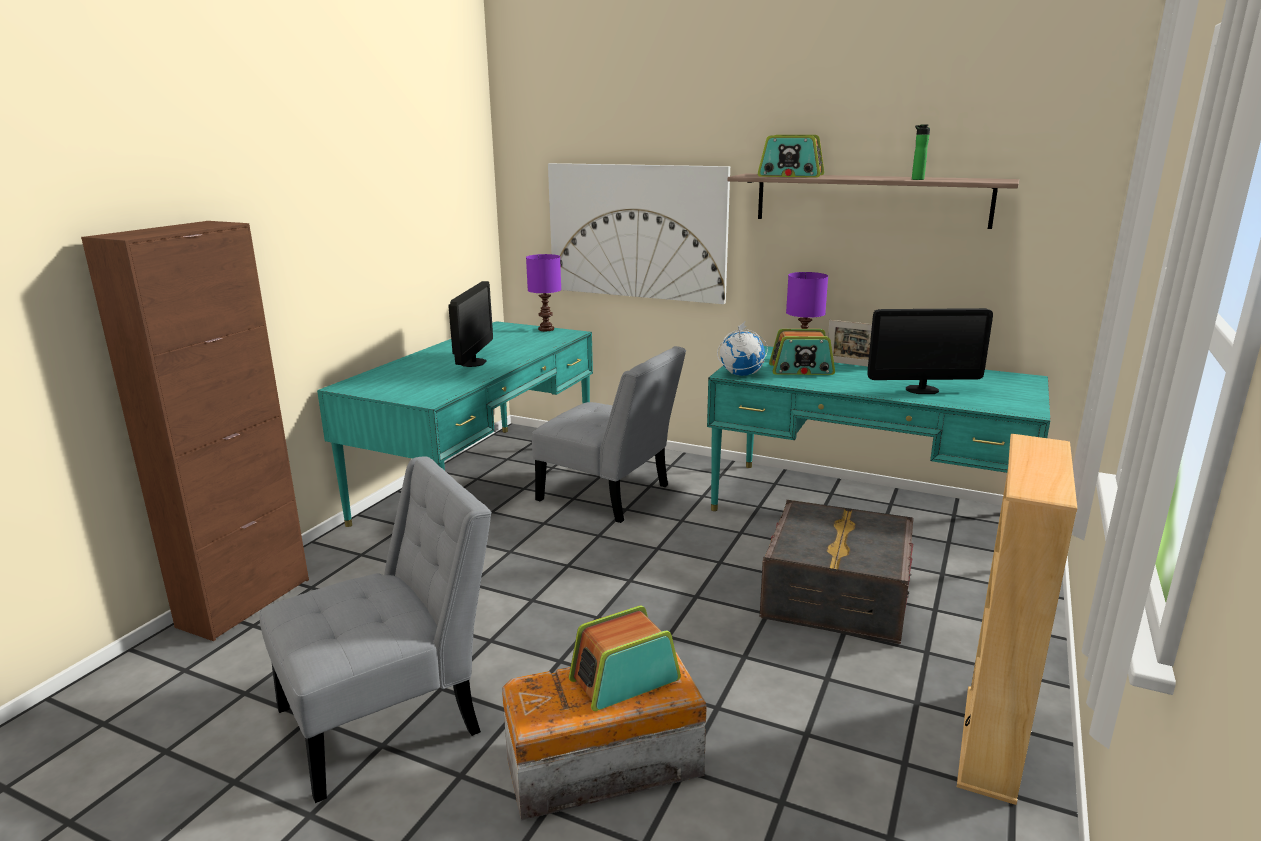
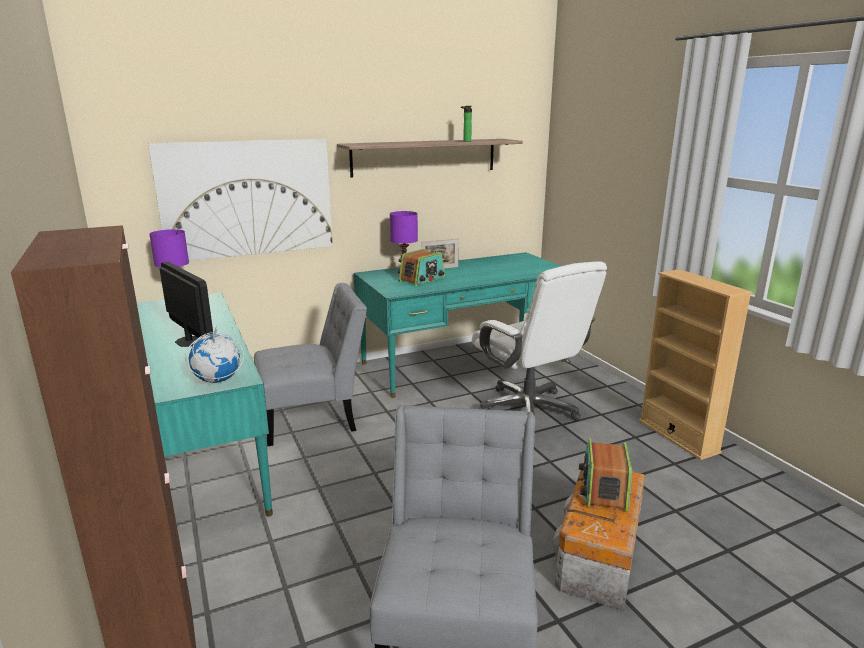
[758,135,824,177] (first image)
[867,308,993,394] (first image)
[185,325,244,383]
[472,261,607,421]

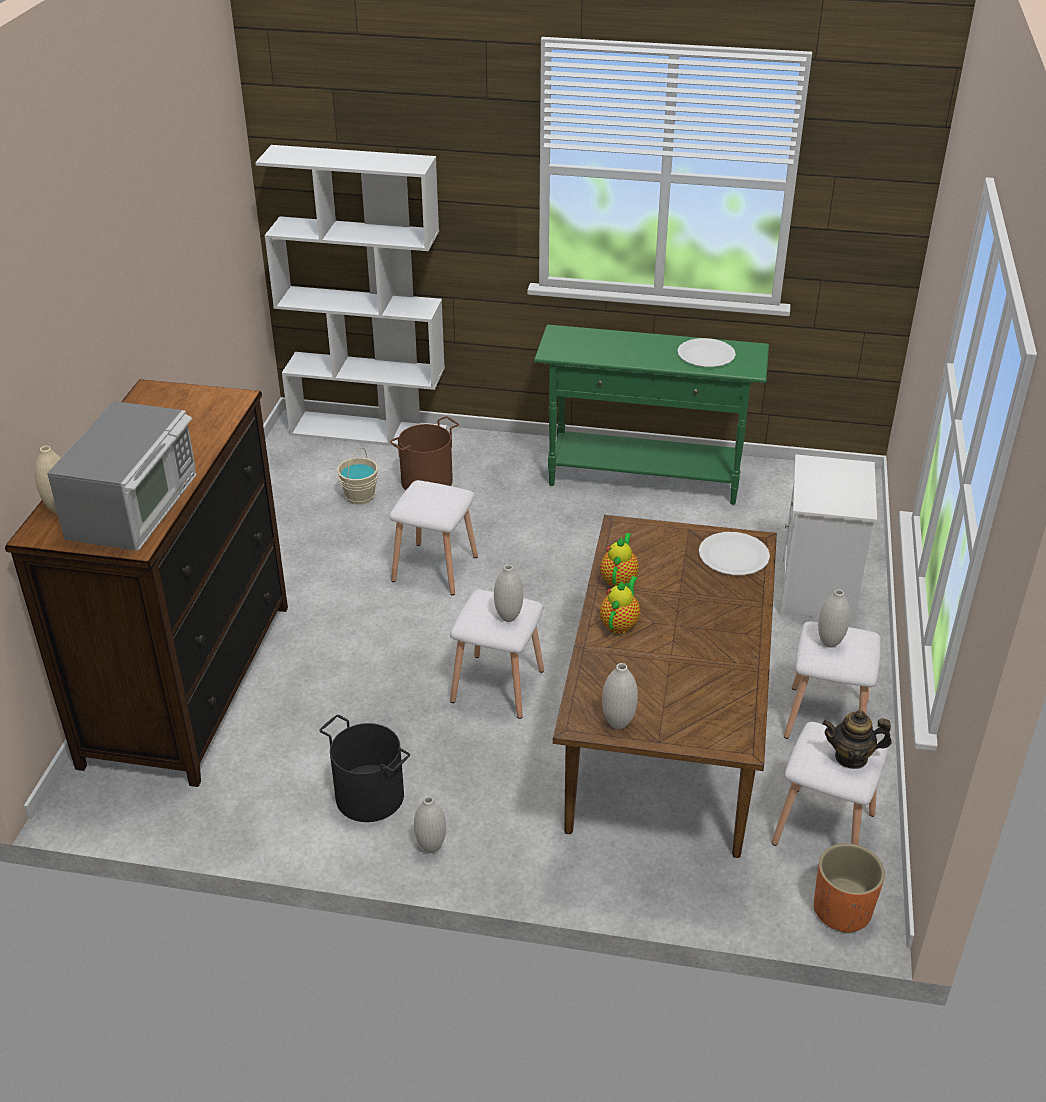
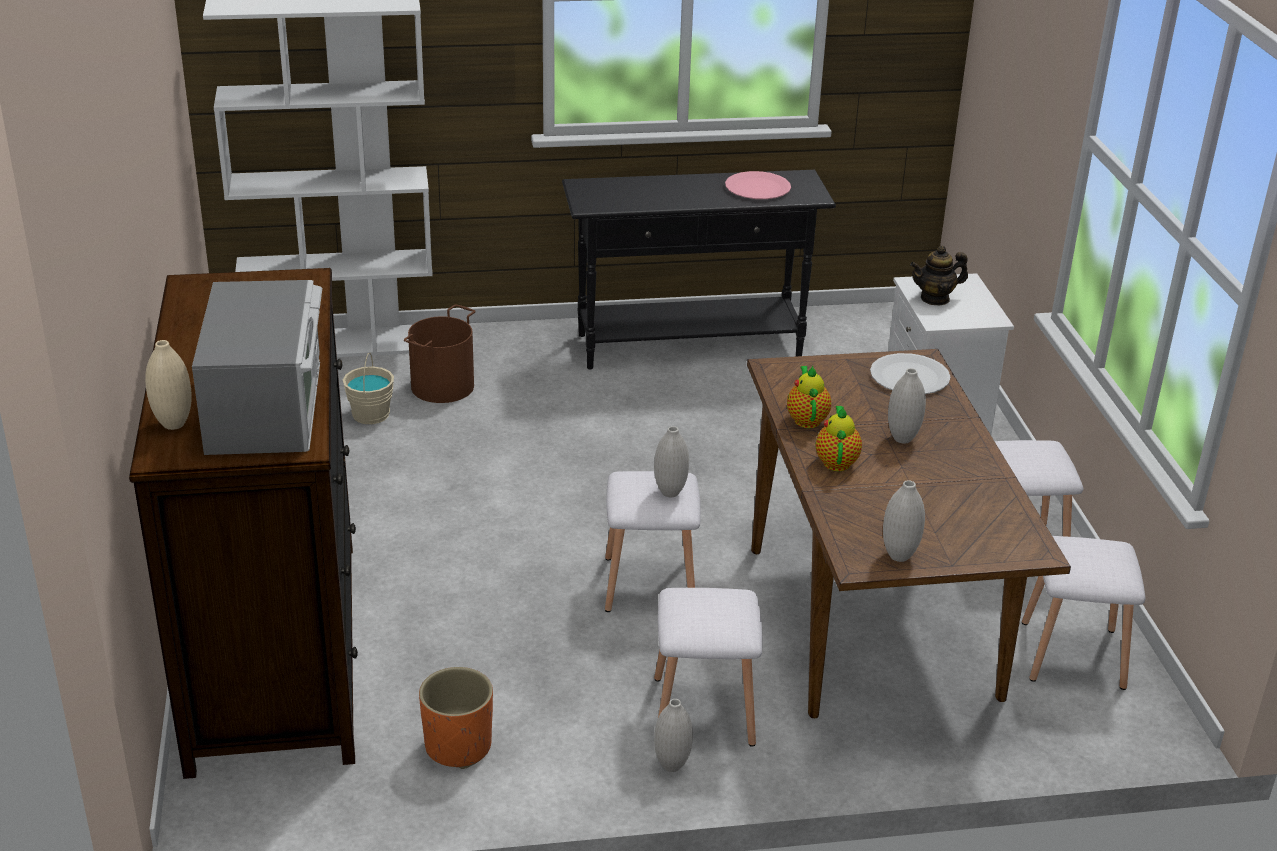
[319,715,410,822] (first image)
[654,588,762,747]
[419,667,493,769]
[888,368,926,444]
[910,245,968,305]
[562,170,836,369]
[725,171,791,199]

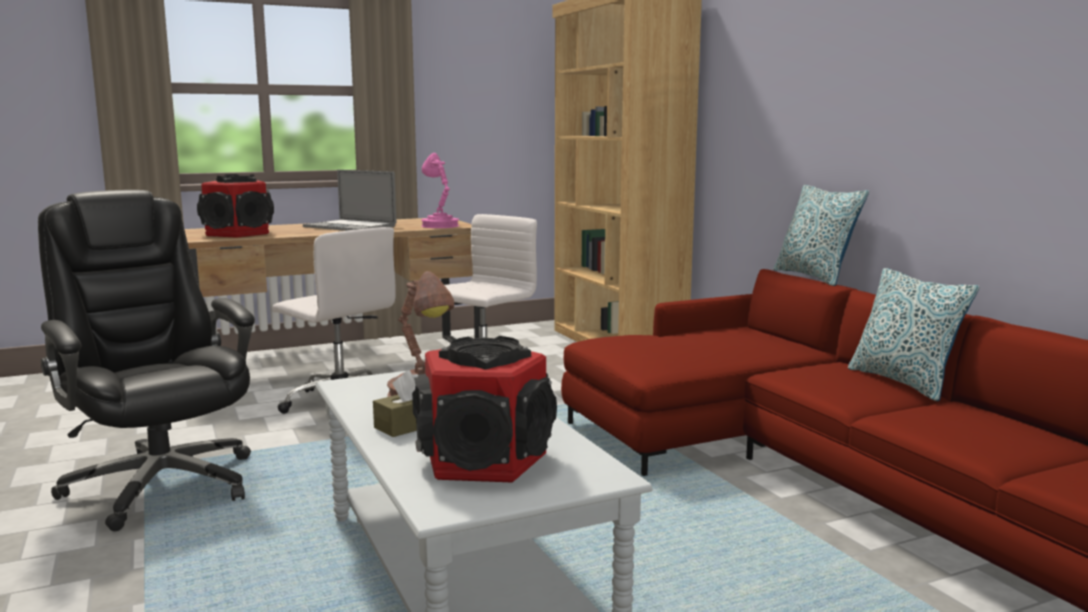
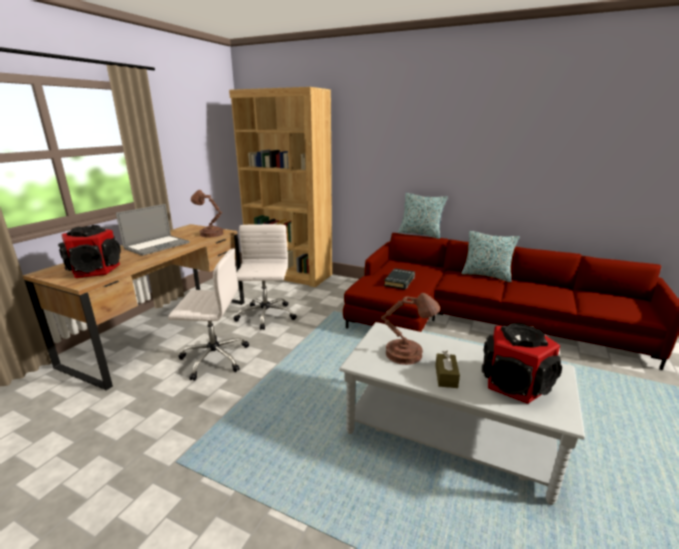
[38,190,255,531] (first image)
[384,268,415,290]
[191,190,224,237]
[116,204,190,256]

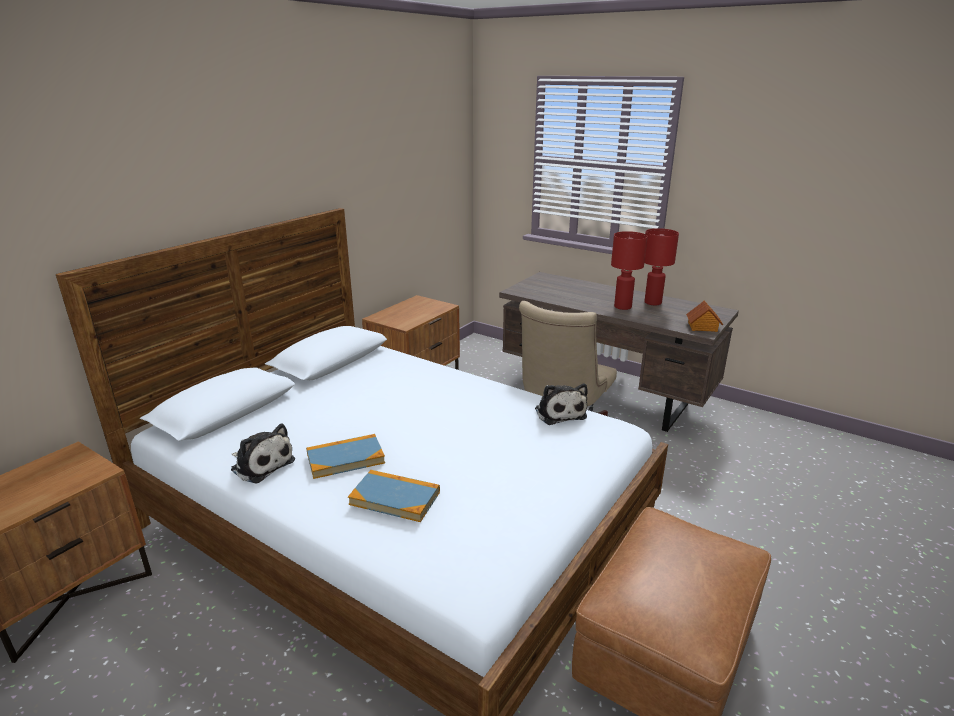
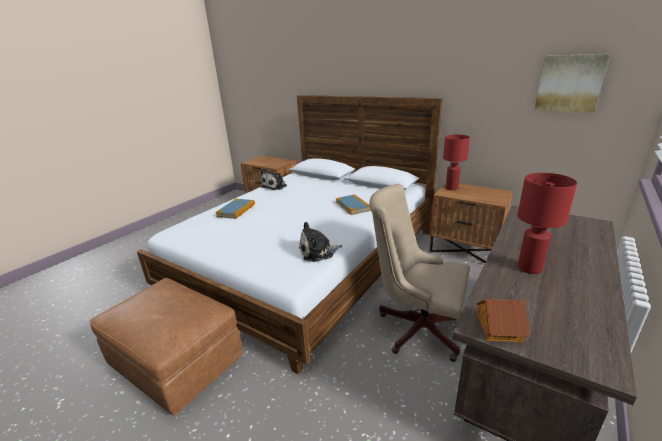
[534,54,609,112]
[336,194,371,215]
[443,134,470,190]

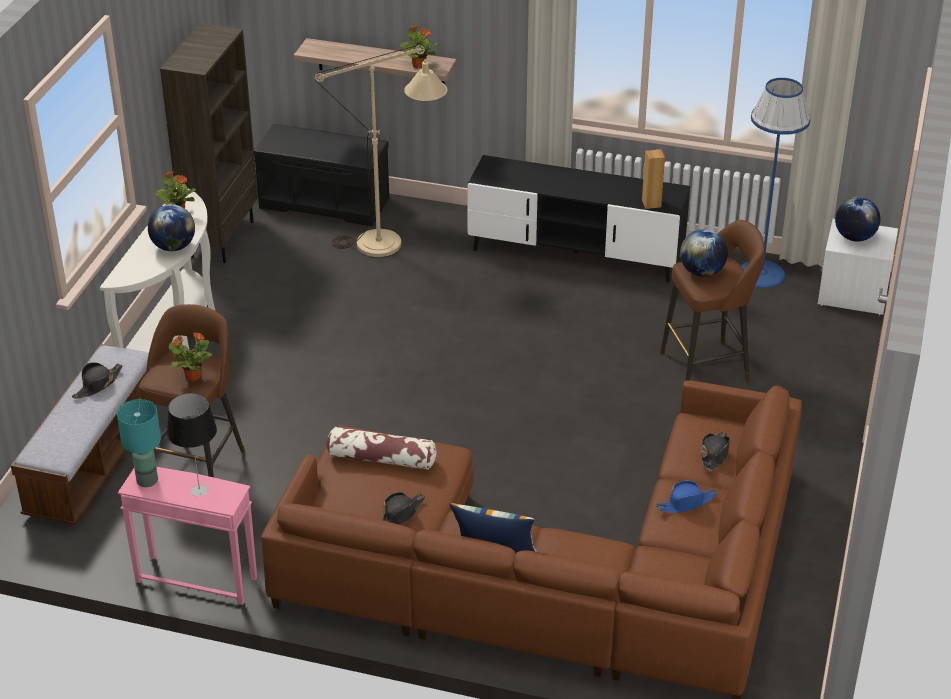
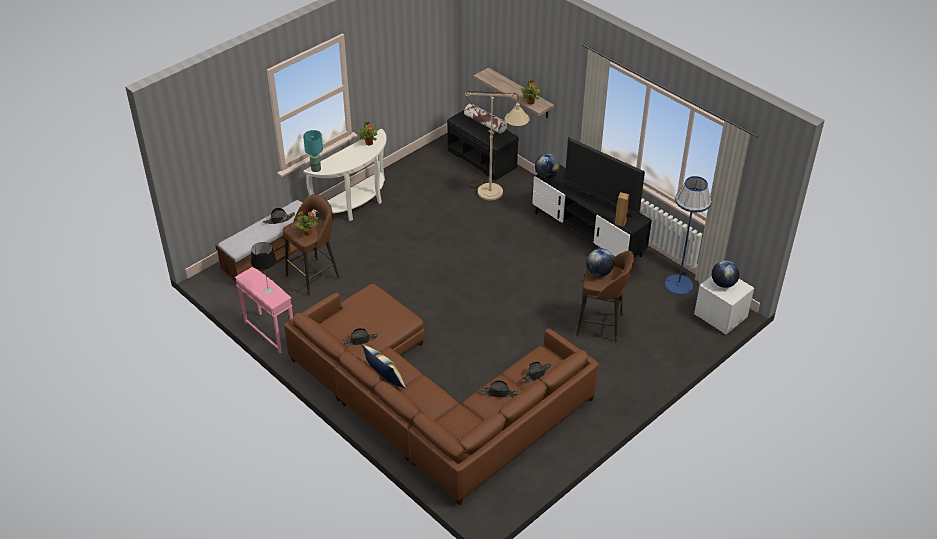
[160,23,258,263] (first image)
[565,137,645,214]
[303,130,323,172]
[535,154,560,179]
[464,103,507,134]
[480,380,518,397]

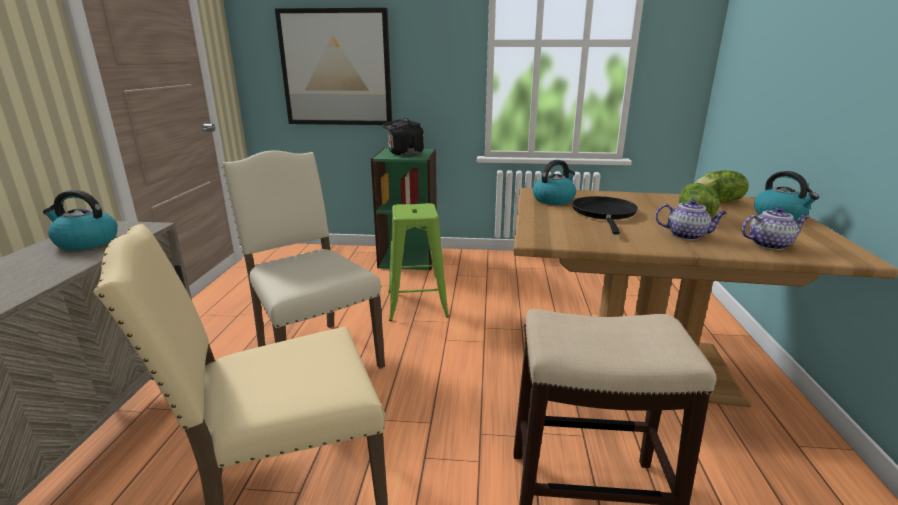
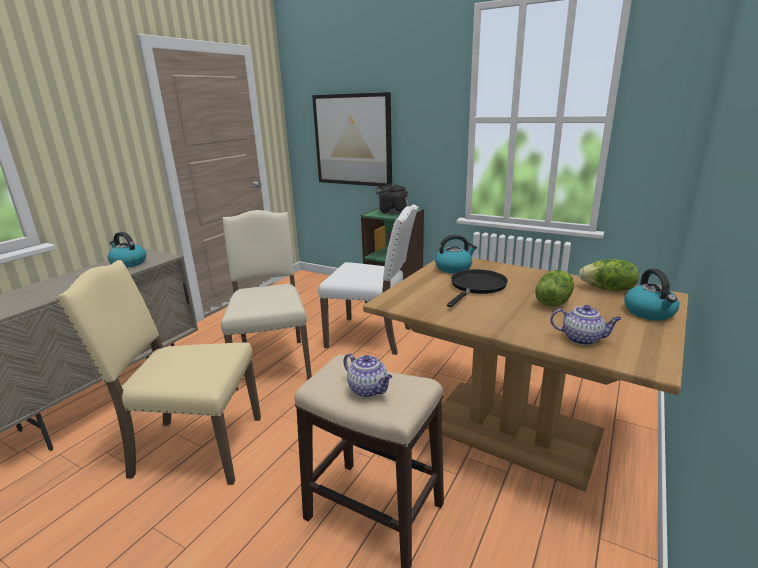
[343,353,392,397]
[318,205,418,355]

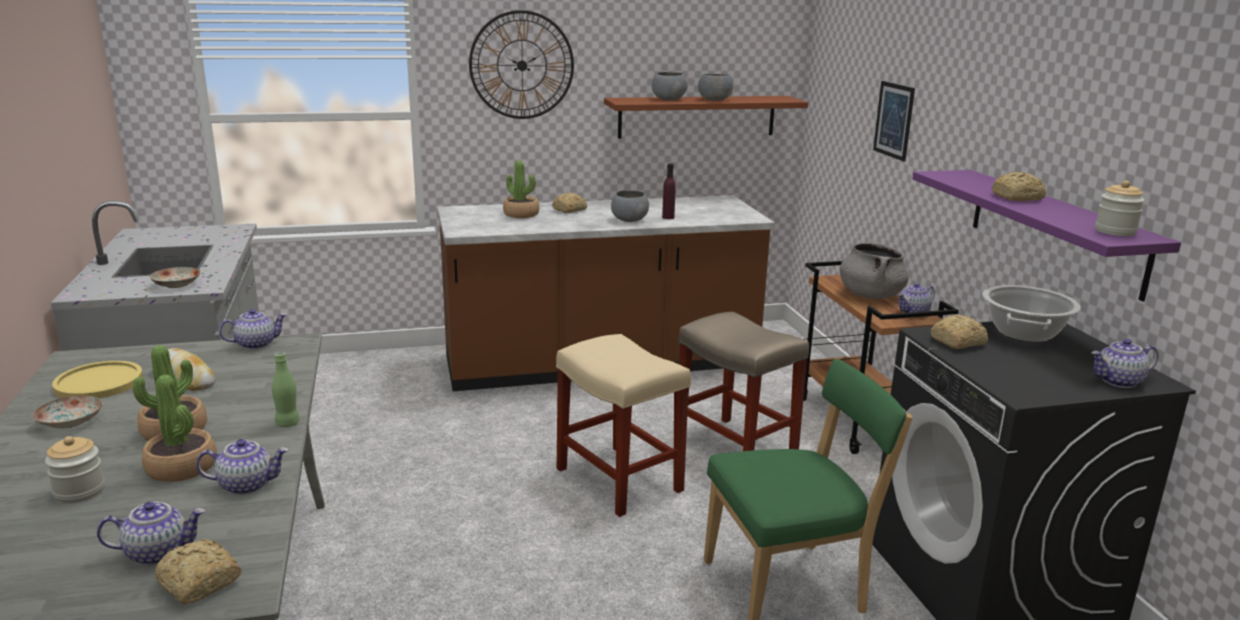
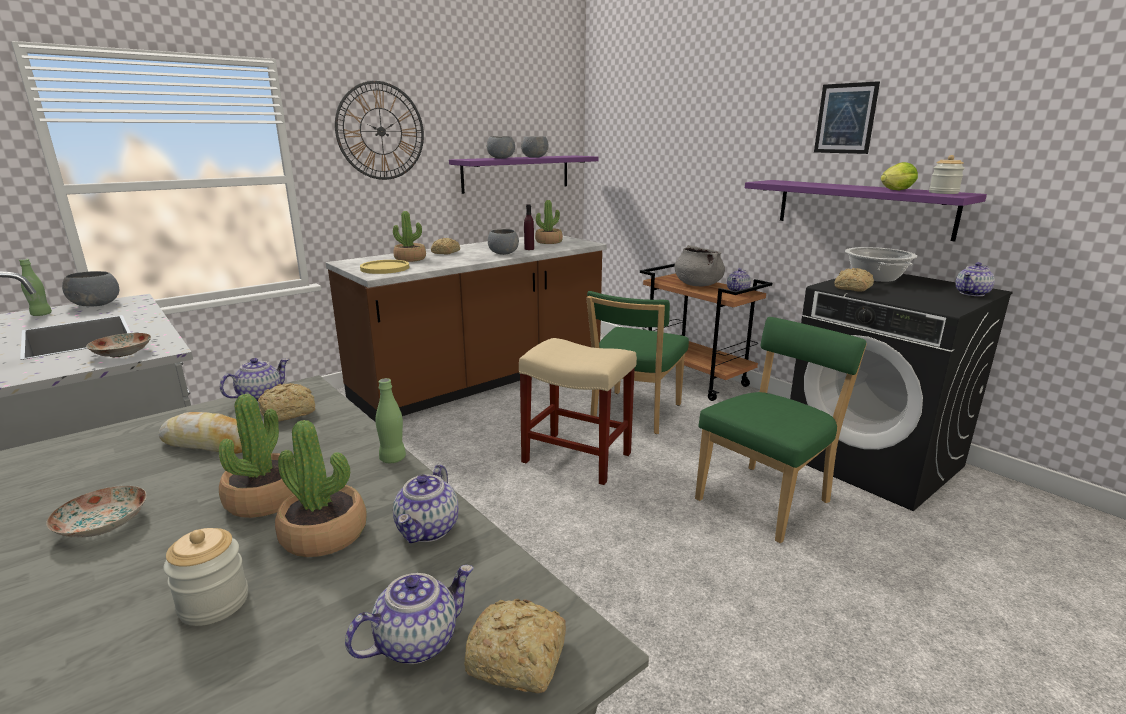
[19,259,52,316]
[62,271,119,307]
[535,200,563,244]
[881,162,918,190]
[360,260,409,274]
[814,81,880,154]
[258,383,315,422]
[586,291,689,434]
[449,155,599,194]
[393,464,459,543]

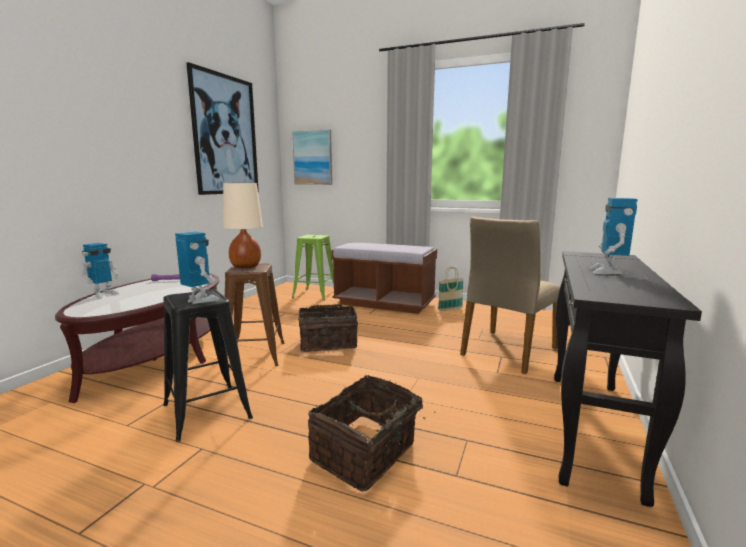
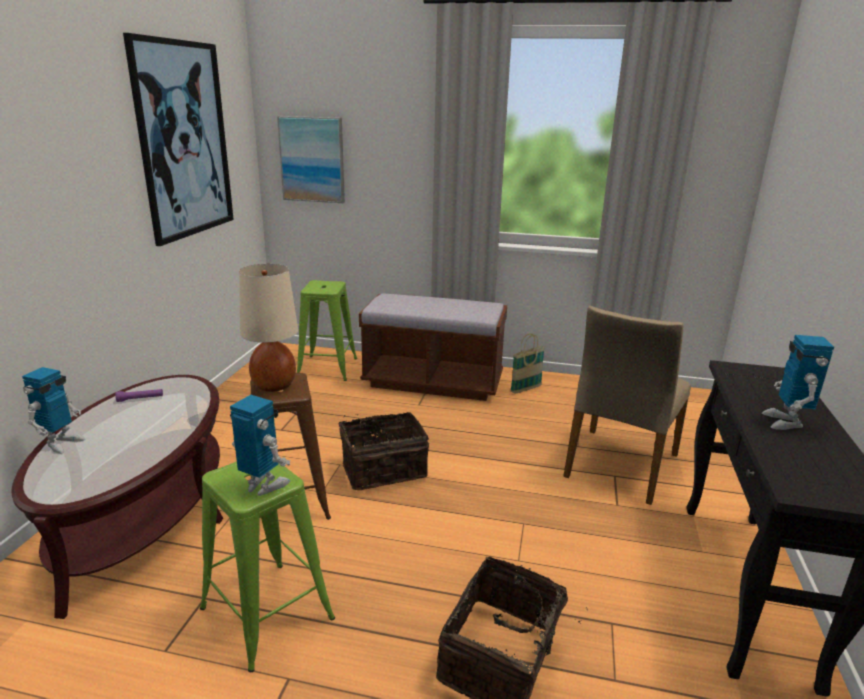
[200,461,335,672]

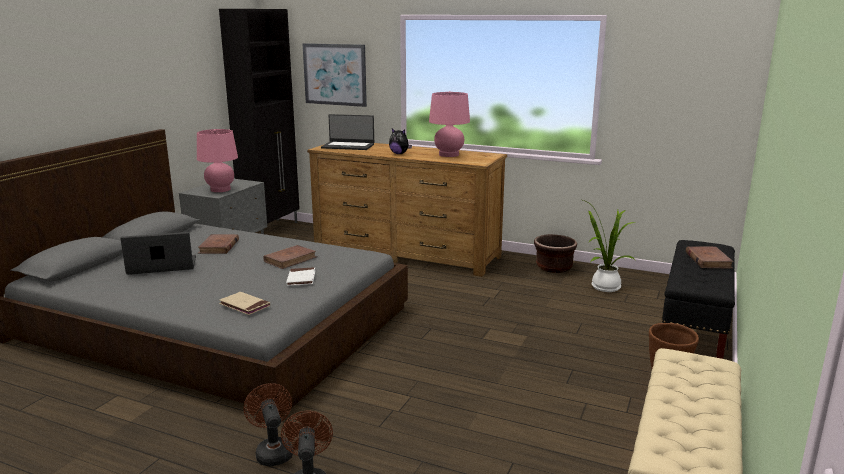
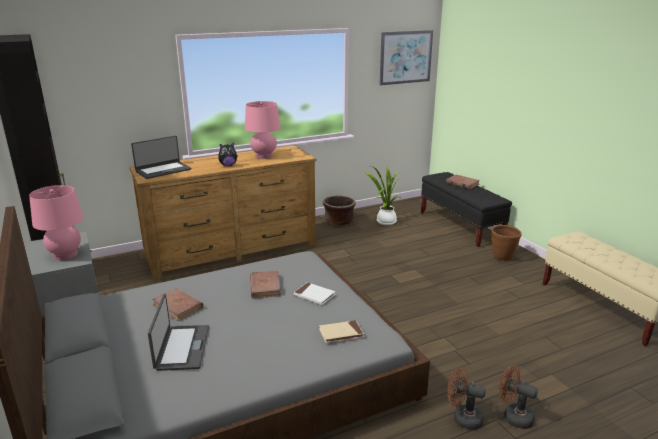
[379,30,433,85]
[148,294,209,371]

